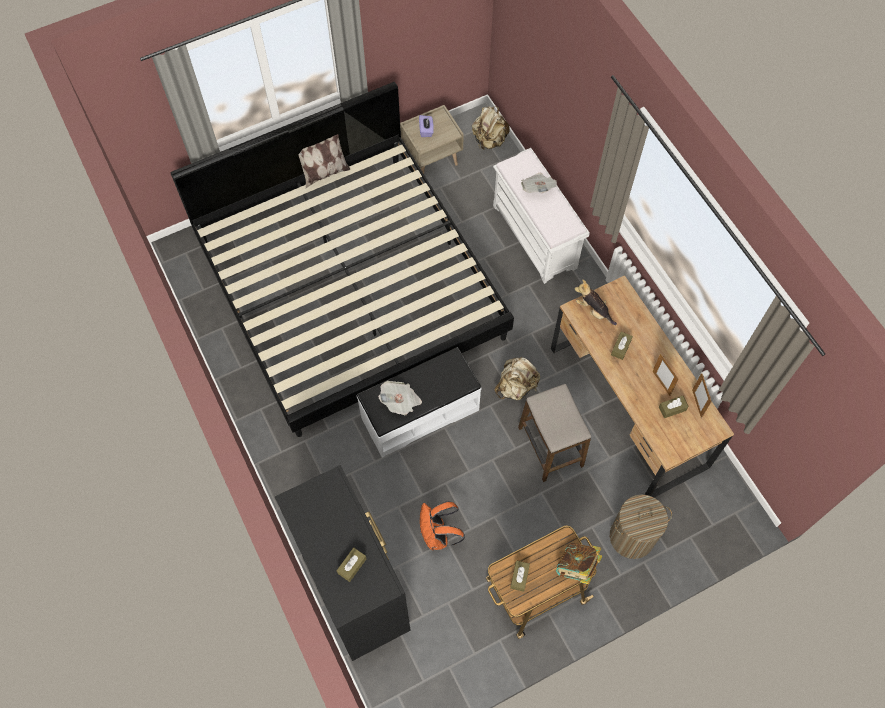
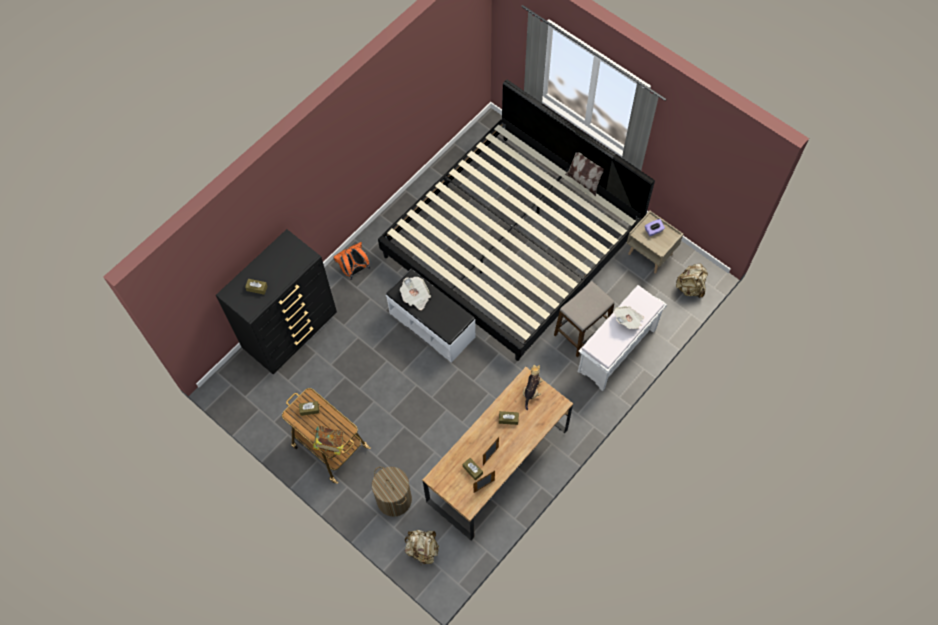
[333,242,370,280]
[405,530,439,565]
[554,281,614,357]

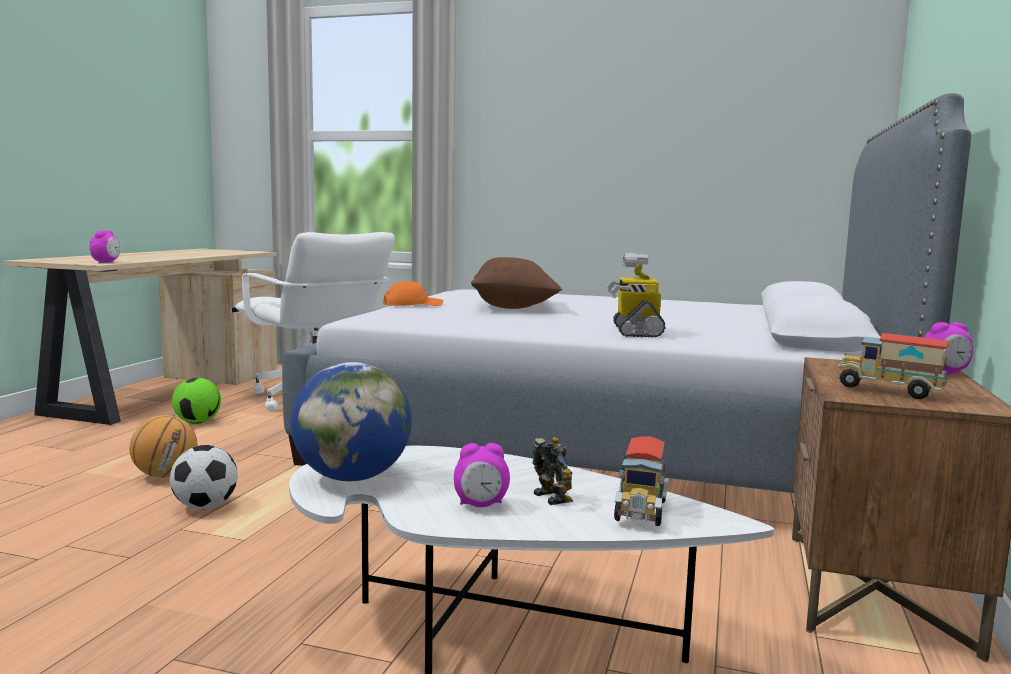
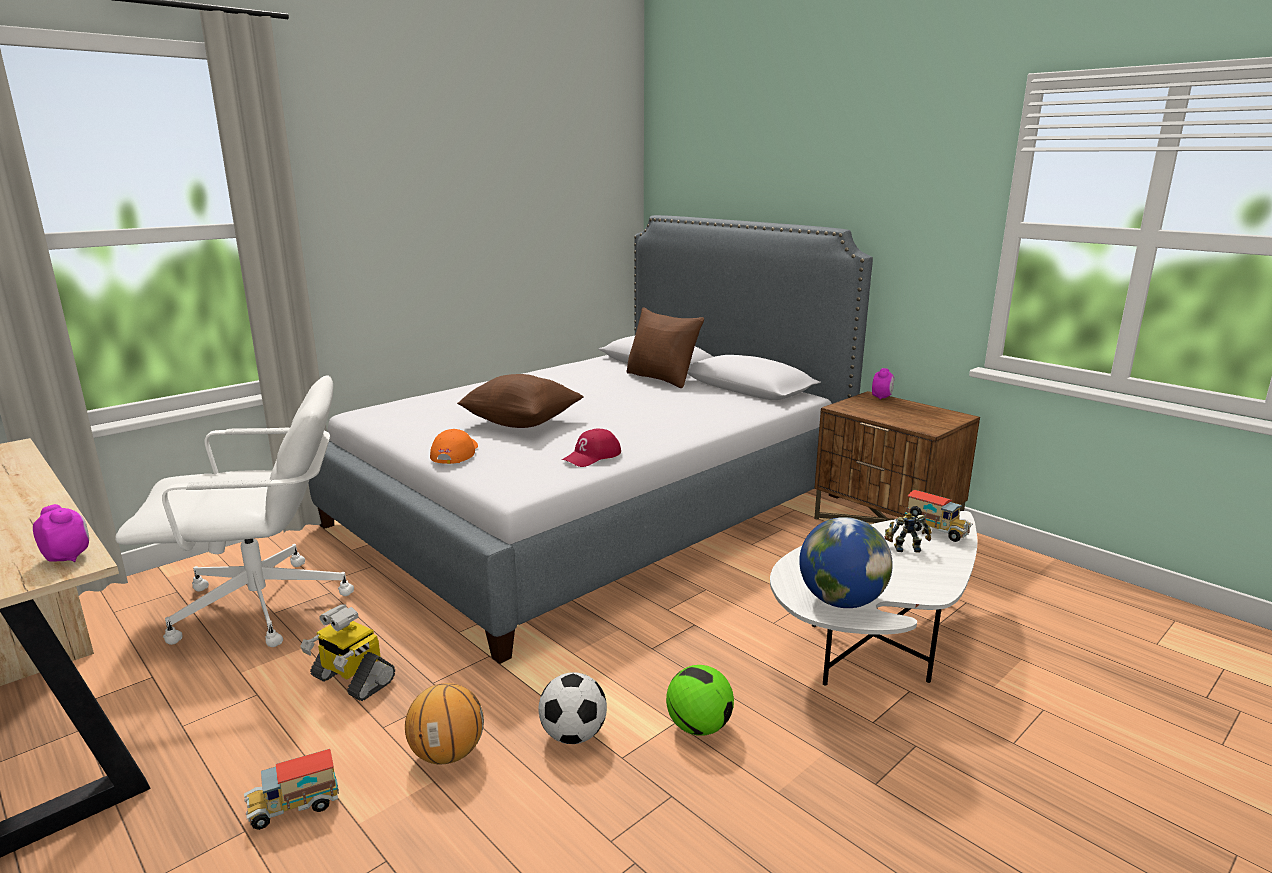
[454,443,510,507] (first image)
[562,429,621,467]
[626,307,704,388]
[666,665,734,736]
[300,605,395,701]
[244,749,339,830]

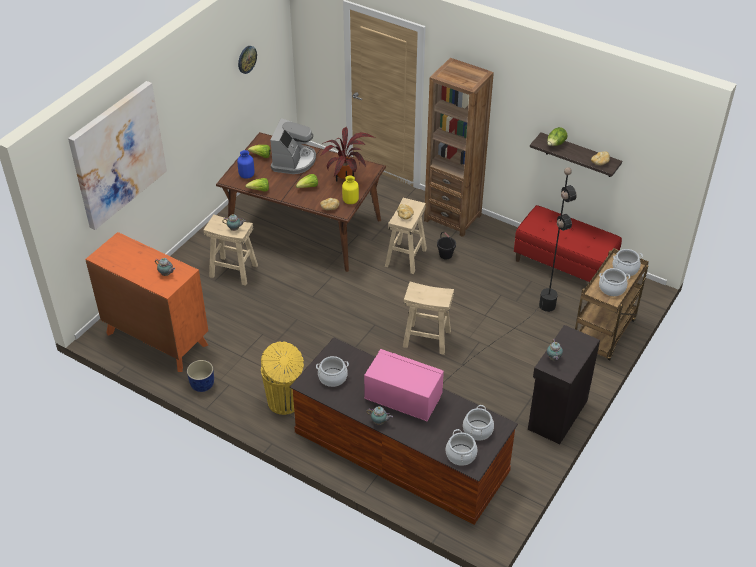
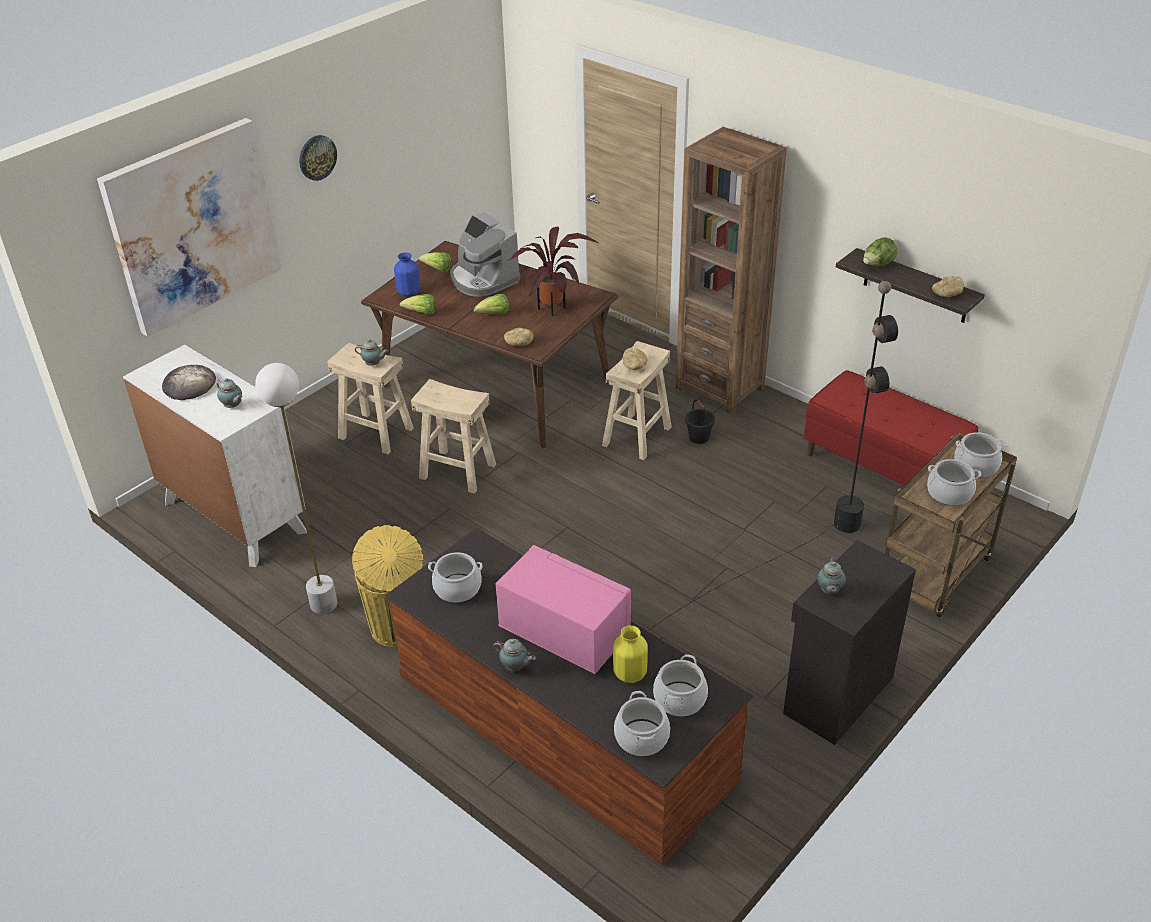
[187,360,214,392] (first image)
[162,365,216,400]
[255,363,337,614]
[299,135,337,181]
[613,626,648,683]
[411,379,496,494]
[123,345,307,567]
[450,212,520,297]

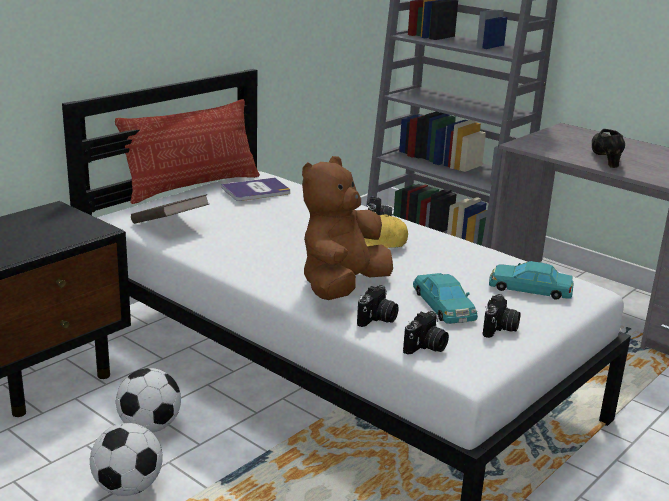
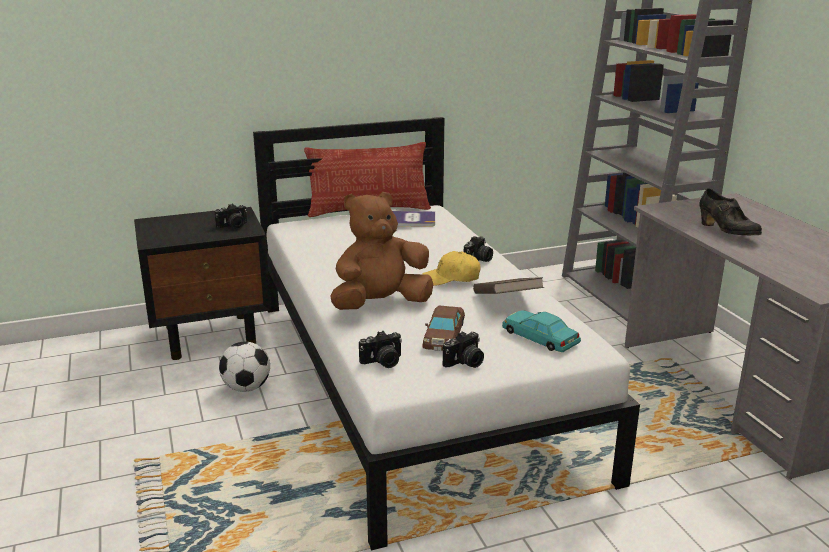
[90,423,163,496] (first image)
[473,277,544,294]
[215,204,247,229]
[422,306,465,351]
[699,188,762,235]

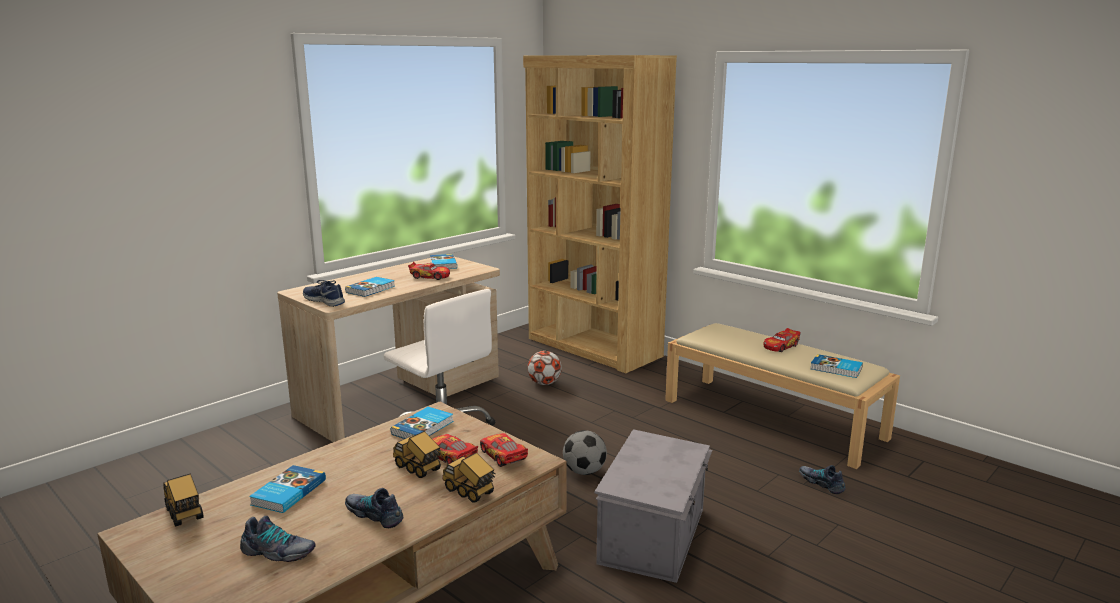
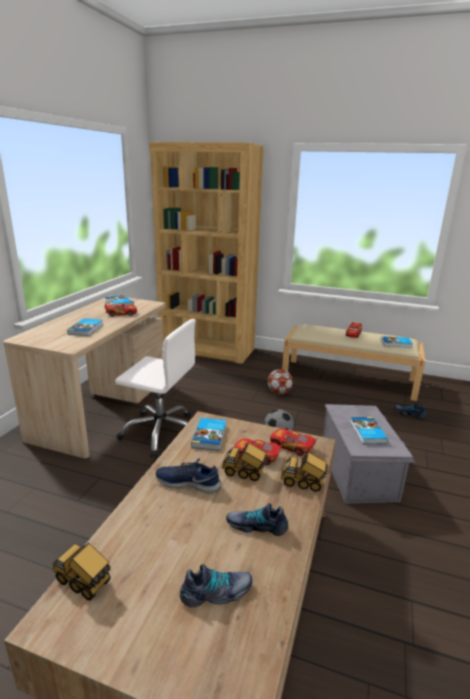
[350,417,388,444]
[156,458,221,494]
[268,369,293,394]

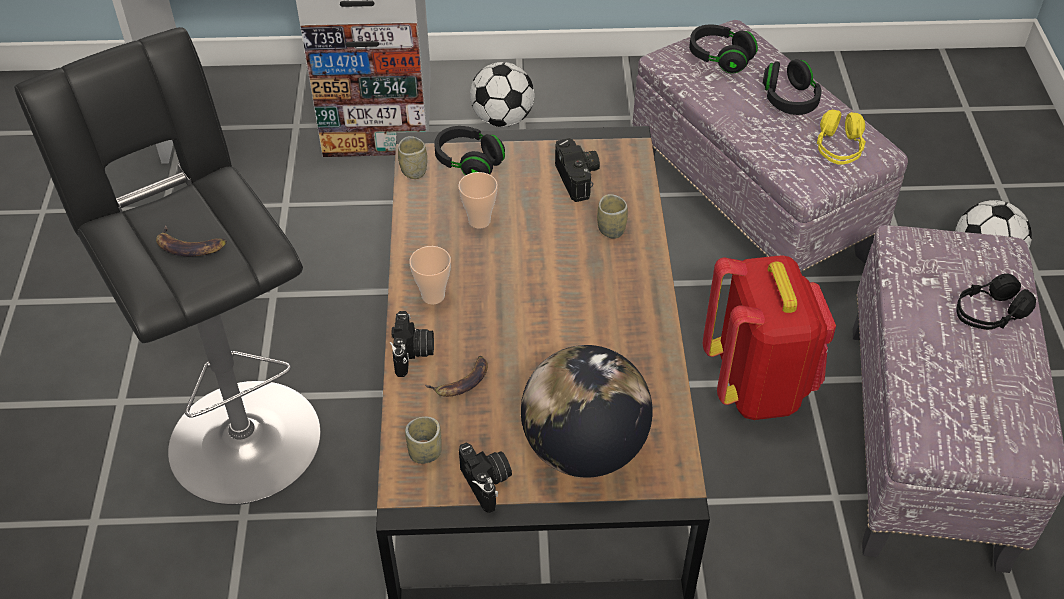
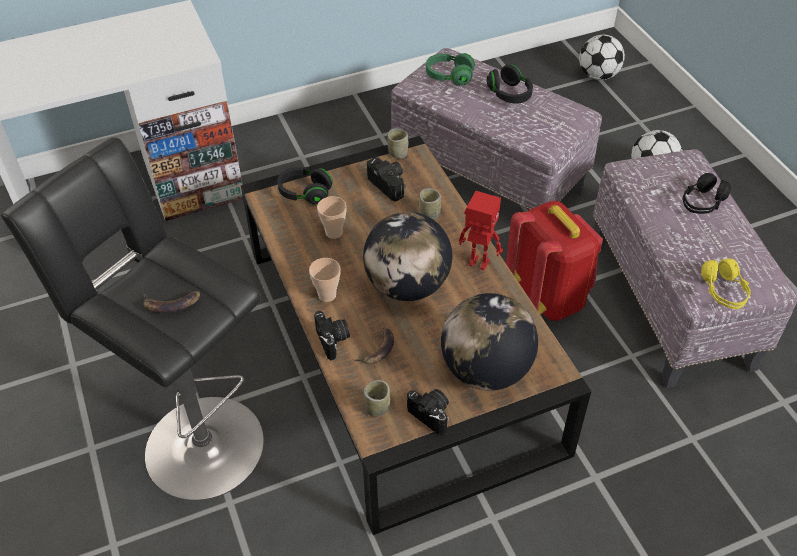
[363,212,452,301]
[459,191,503,270]
[387,128,408,159]
[579,34,625,80]
[701,258,751,309]
[426,53,475,86]

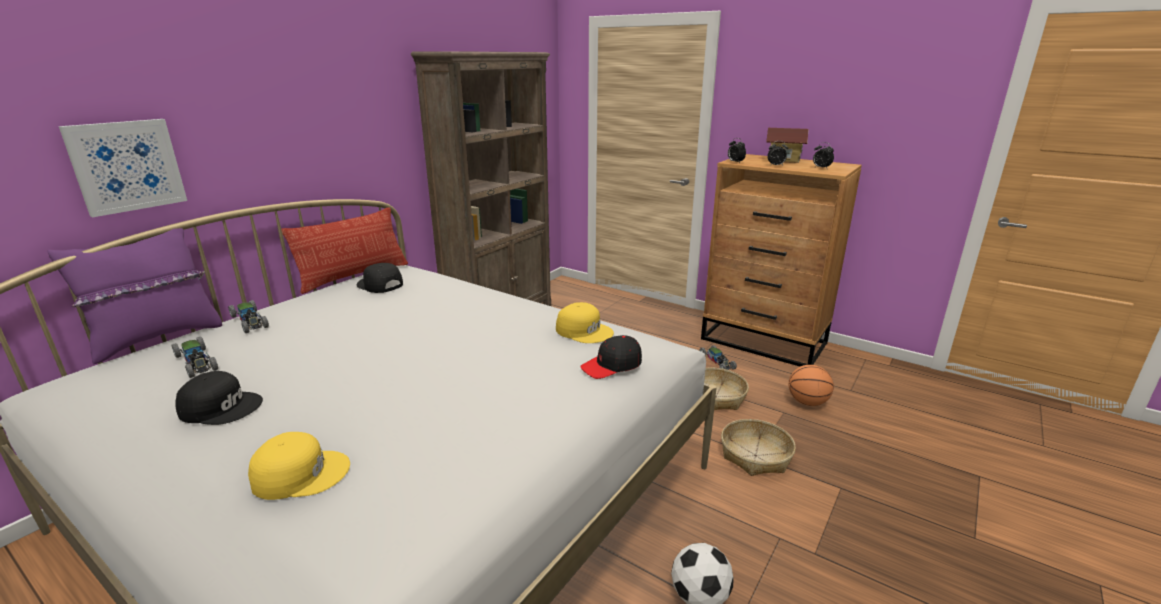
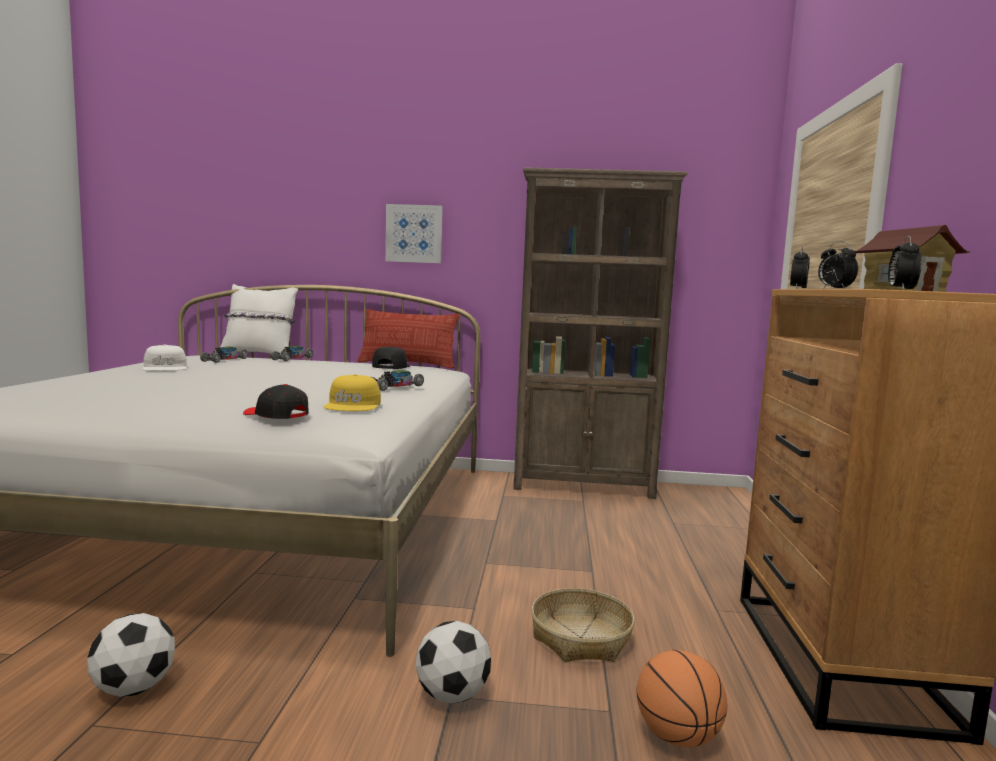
[248,432,350,500] (first image)
[385,204,443,263]
[372,370,424,391]
[416,621,491,704]
[220,284,298,356]
[143,344,187,371]

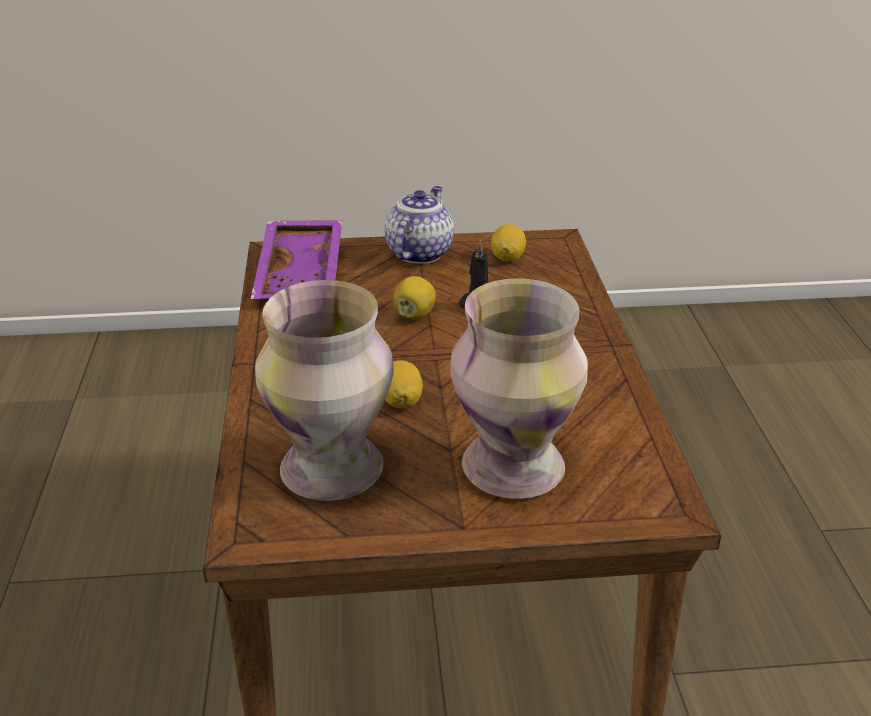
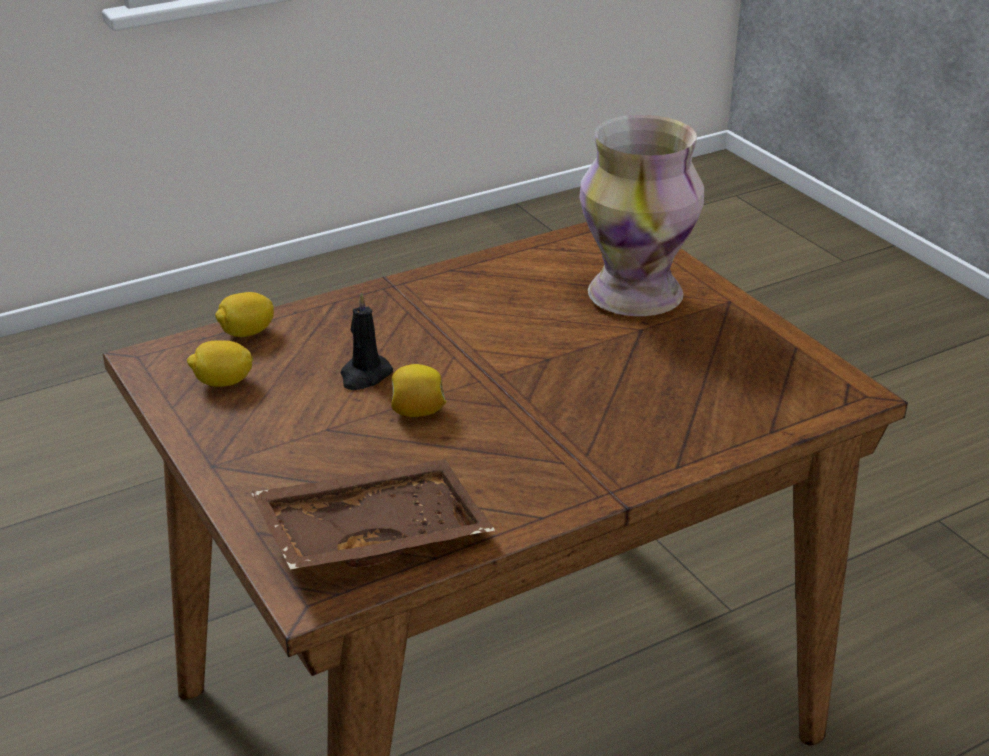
[255,280,394,501] (first image)
[384,186,454,264] (first image)
[215,292,274,337]
[251,459,495,570]

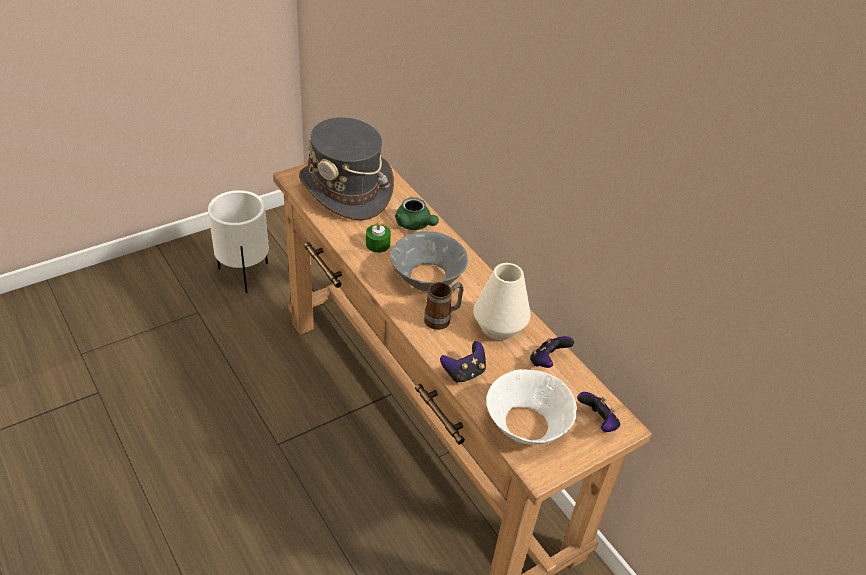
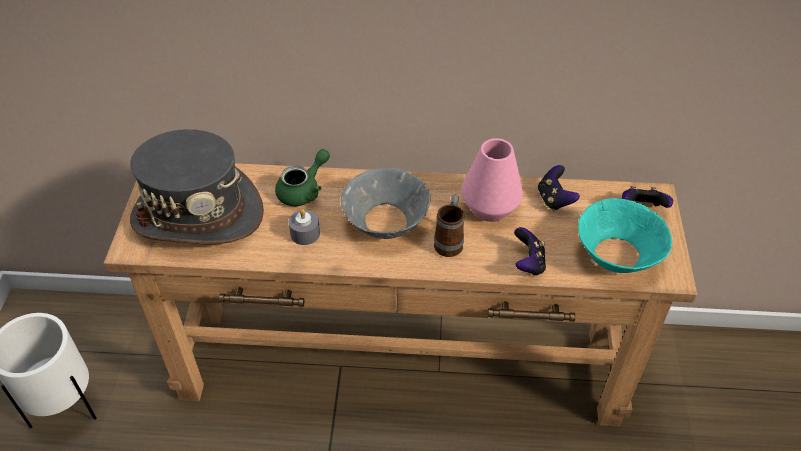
[289,209,320,245]
[461,138,523,222]
[578,198,672,273]
[275,149,330,206]

